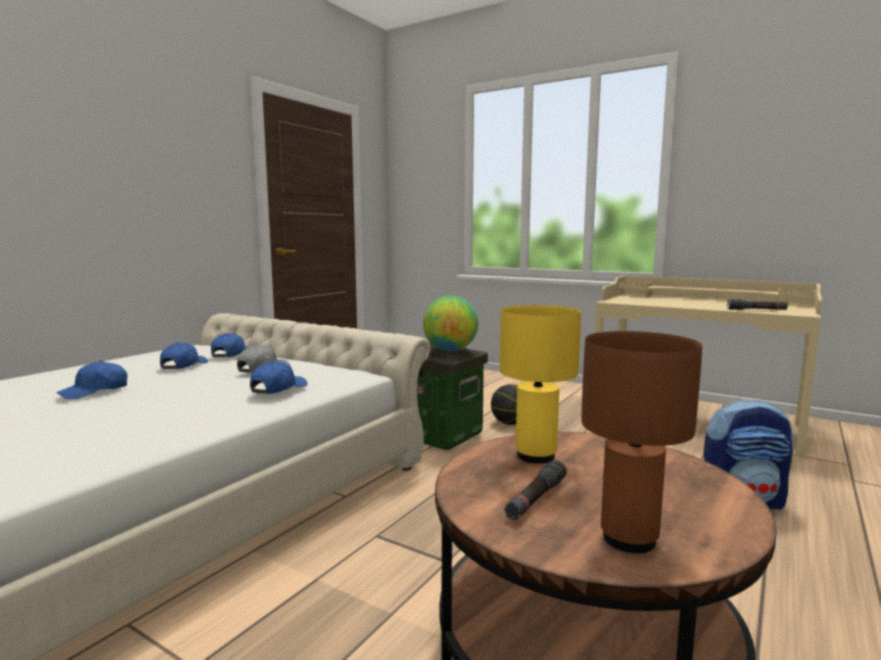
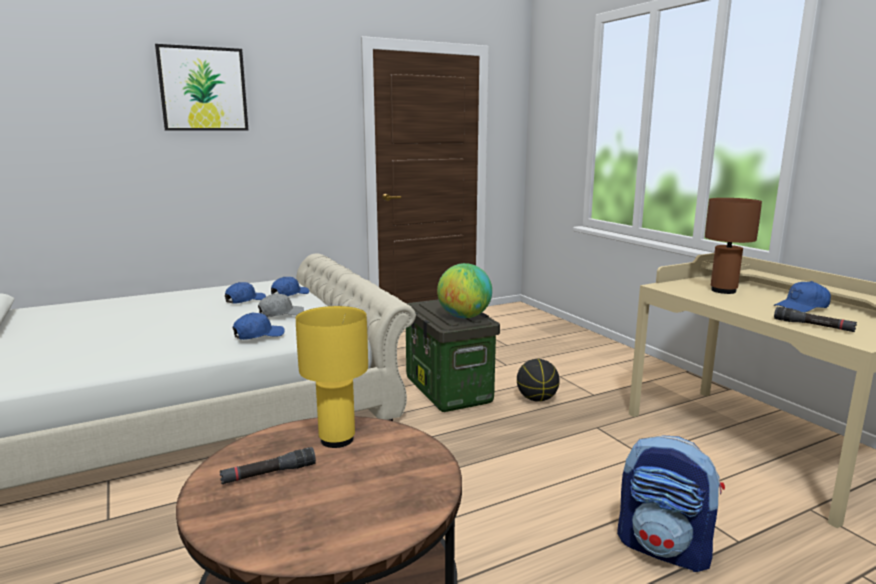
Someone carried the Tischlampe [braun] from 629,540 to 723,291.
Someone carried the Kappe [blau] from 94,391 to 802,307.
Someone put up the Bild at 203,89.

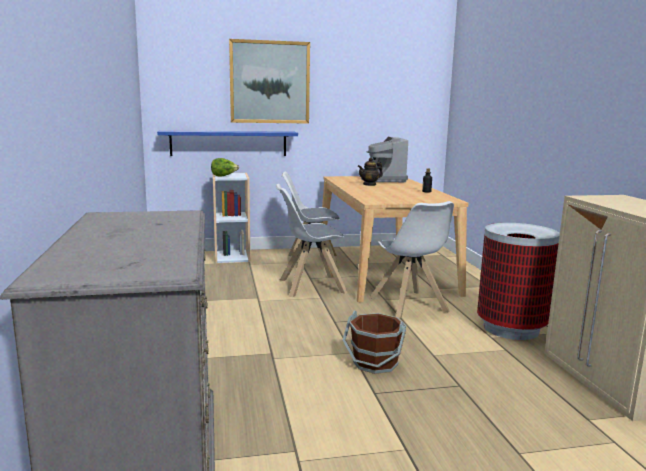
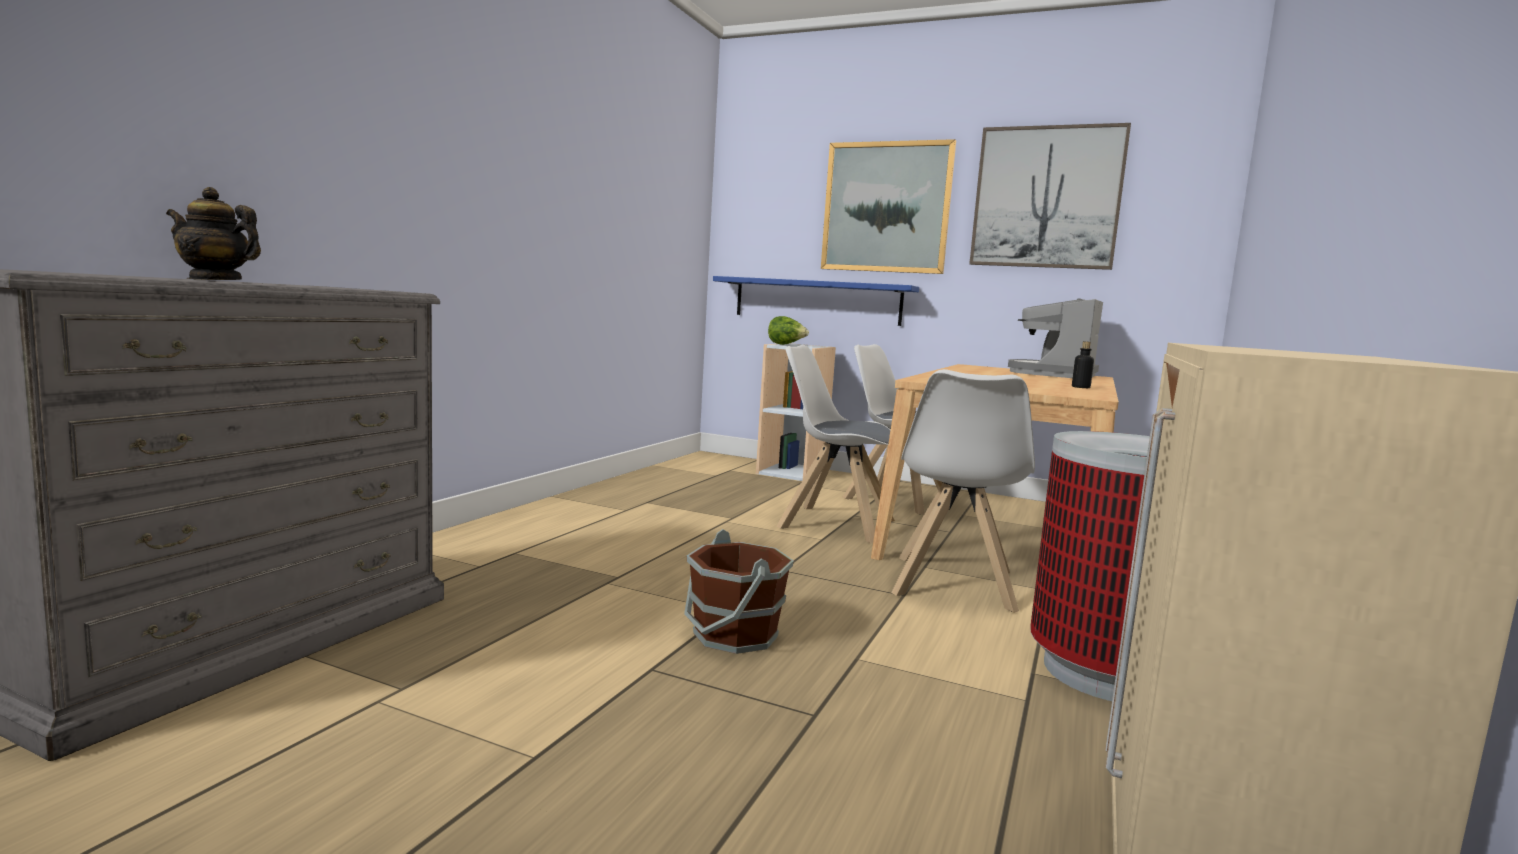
Someone carried the Teekanne from 369,184 to 214,280.
Someone put up the Bild at 1046,197.

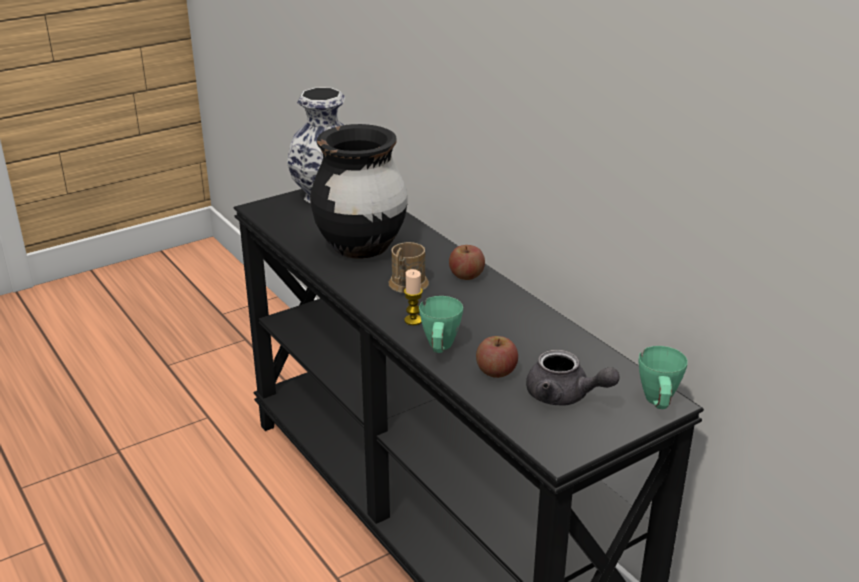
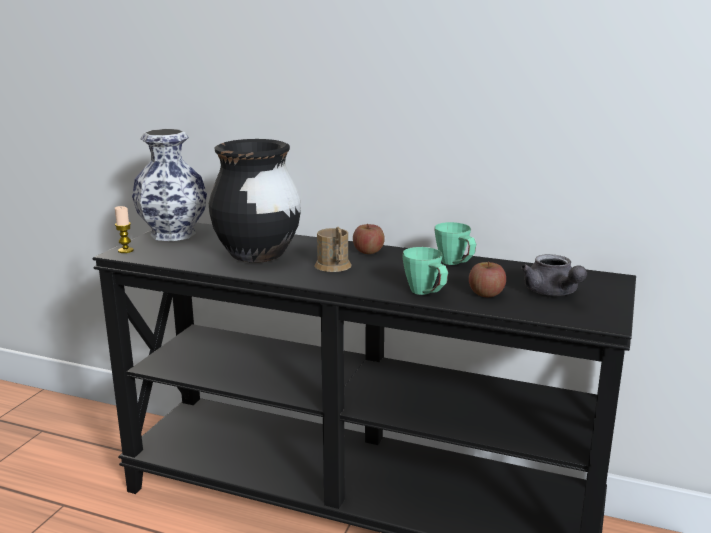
Someone carried the Kerze from 413,320 to 125,250.
Someone carried the Henkelbecher [grün] from 658,405 to 456,264.
Someone rotated the Teekanne [grau] at 565,396 by 75 degrees clockwise.

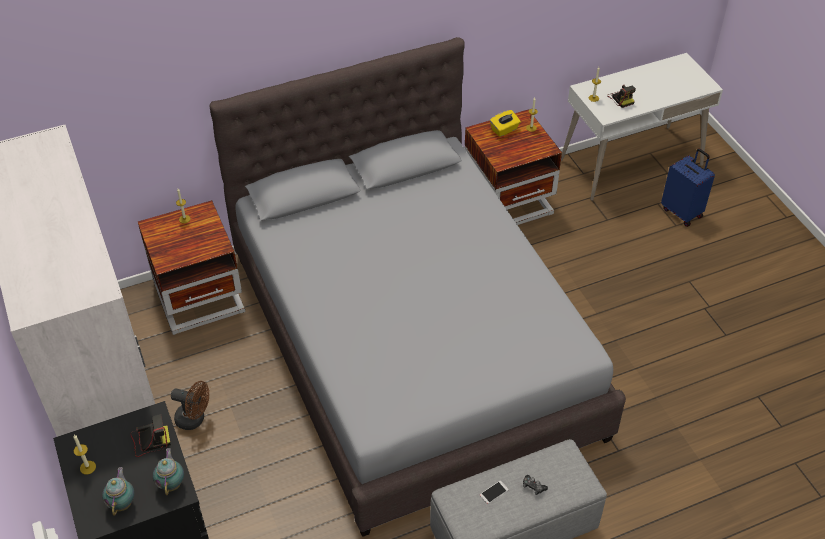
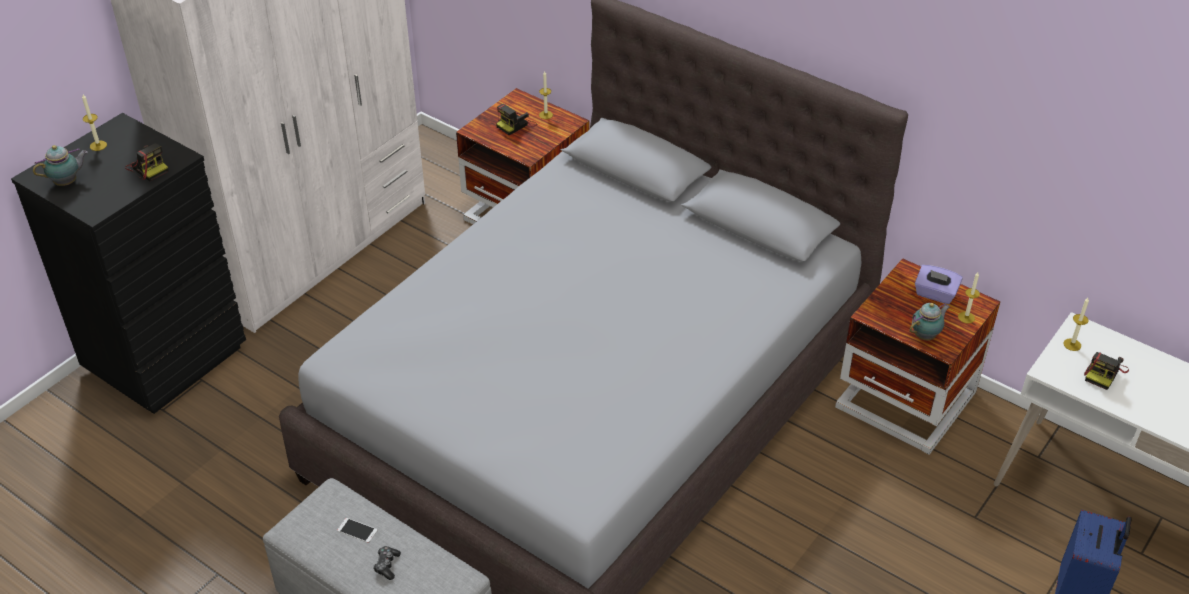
Someone repainted the Taschentuchbox [gelb] at 504,130, which became the Taschentuchbox [lila] at 935,294.
Someone took away the Ventilator [braun] at 194,419.
Someone carried the Teekanne from 172,483 to 926,336.
Someone put down the Kamera at 516,125.

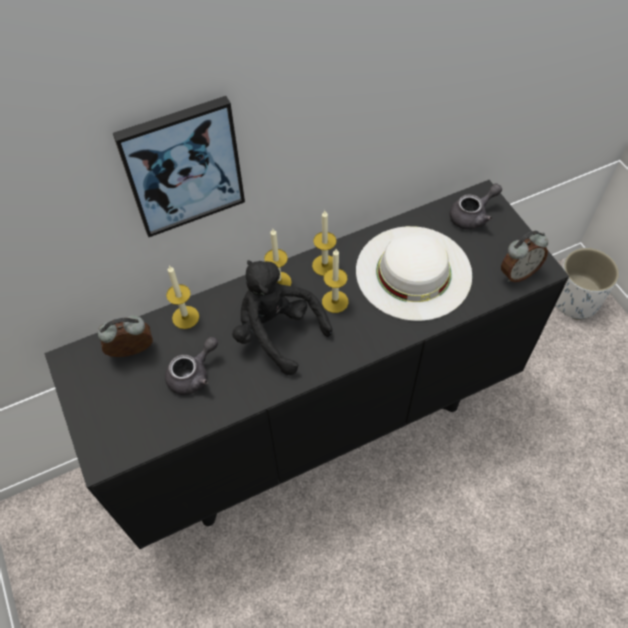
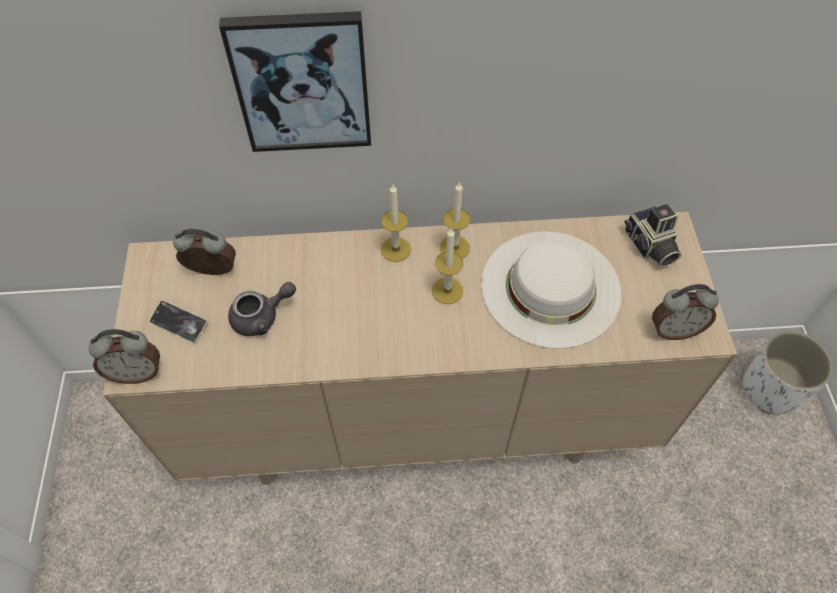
Someone repainted the Kommode [schwarz] at 317,427, which became the Kommode [beige] at 418,424.
Someone swapped the Teekanne [grau] at 472,216 for the Kamera at 649,247.
Someone took away the Plüschtier [schwarz] at 277,332.
Someone took away the Kerze at 185,317.
Someone put down the Handy at 179,323.
Someone put down the Wecker at 137,372.

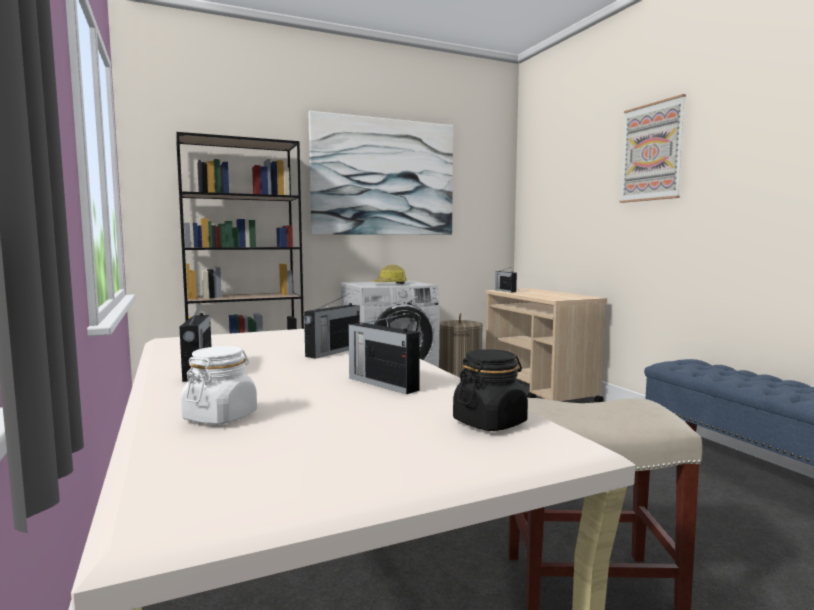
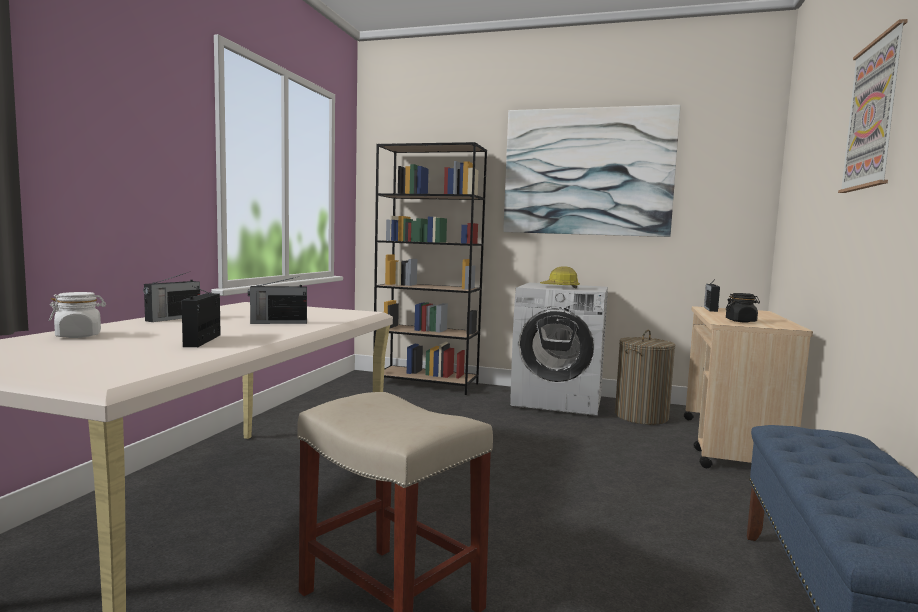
Someone carried the Vorratsglas [schwarz] from 489,422 to 741,321.

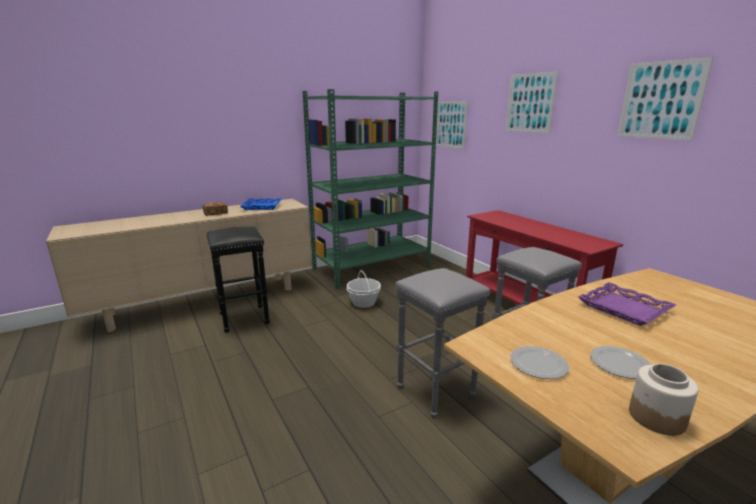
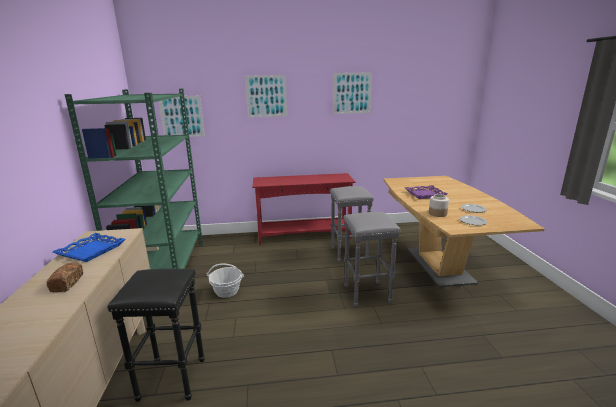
Someone carried the Vorratsglas from 656,417 to 437,213.

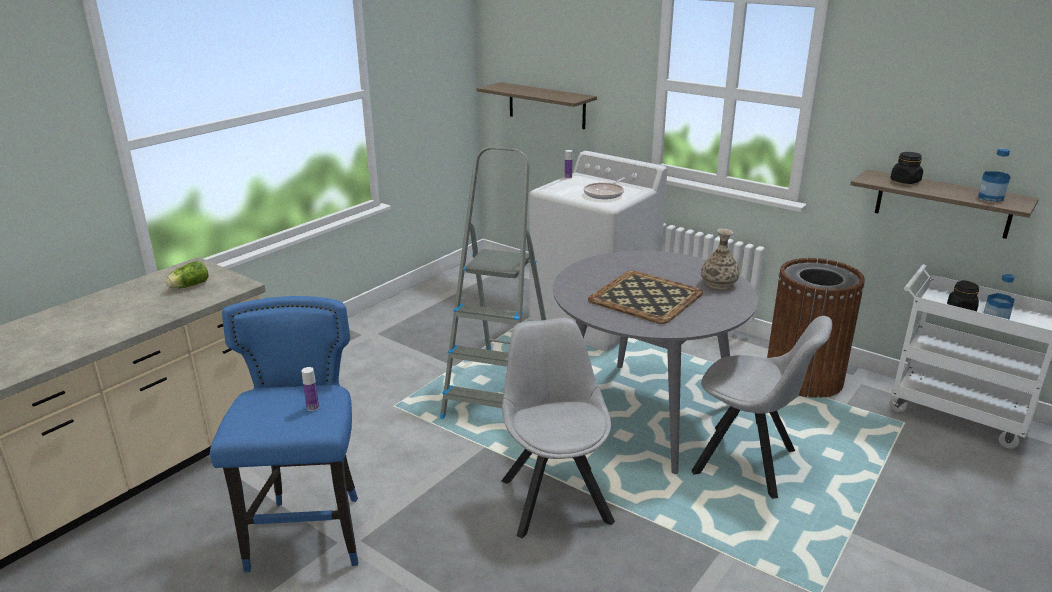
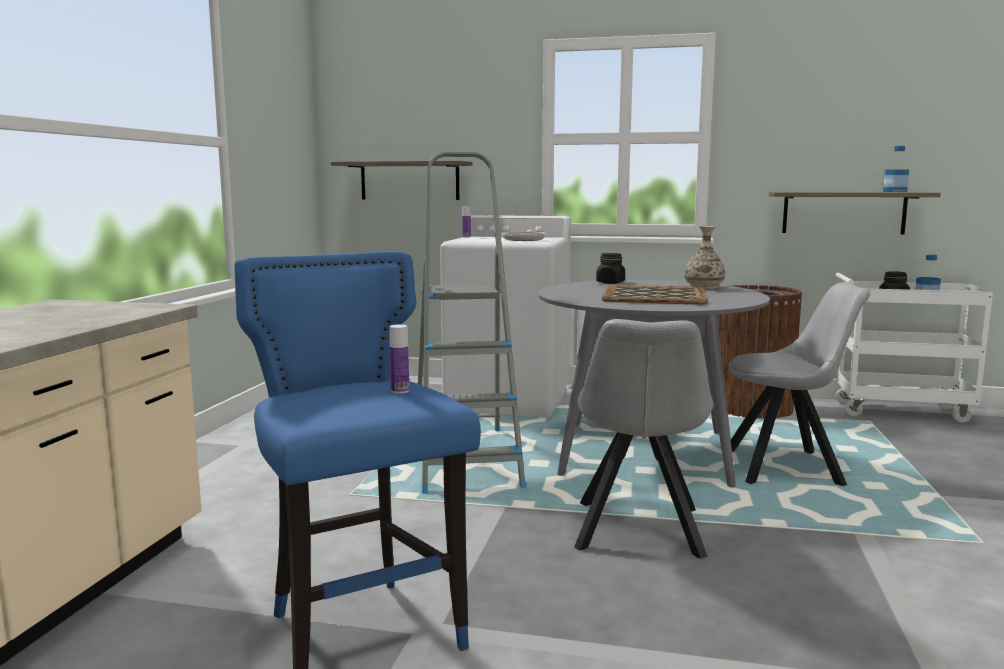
Someone carried the Vorratsglas [schwarz] from 905,181 to 610,282.
Someone took away the Salatkopf at 188,286.
Someone rotated the Stuhl [grau] at 555,498 by 135 degrees counterclockwise.

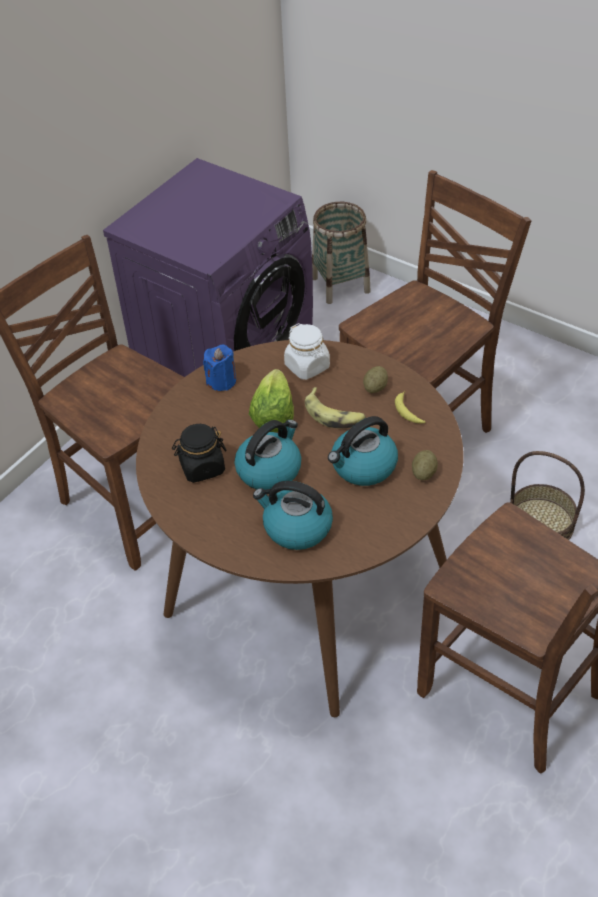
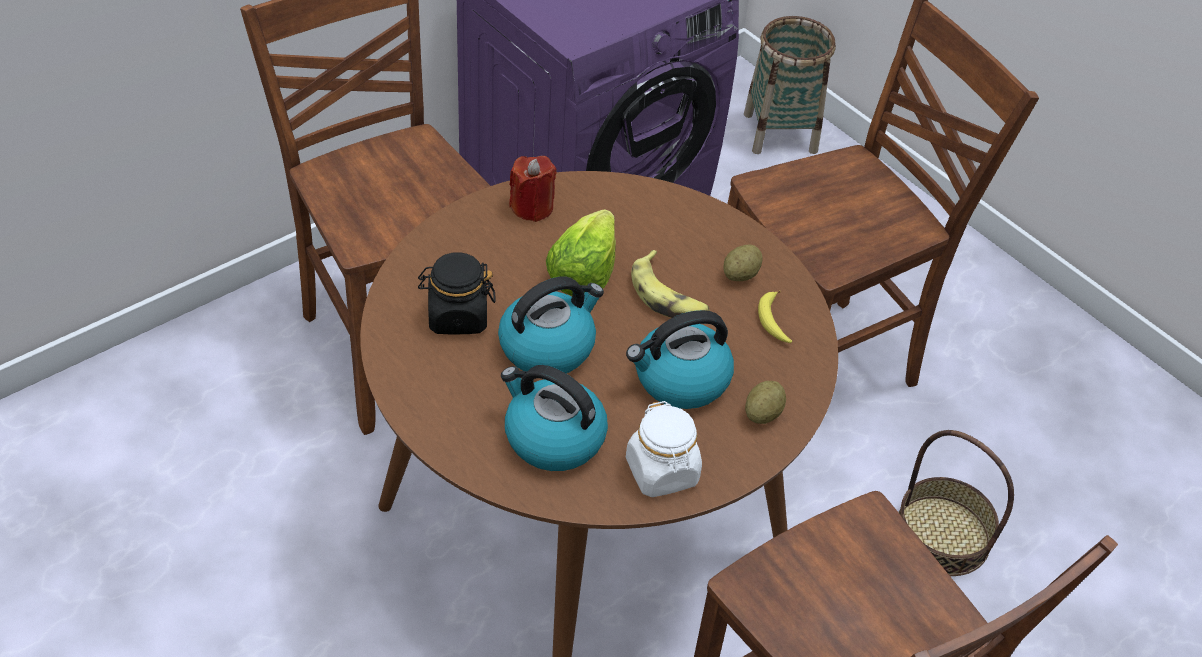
Someone carried the Vorratsglas [weiß] from 307,366 to 662,472.
Someone repainted the Kerze [blau] at 221,381, which became the Kerze [rot] at 532,207.

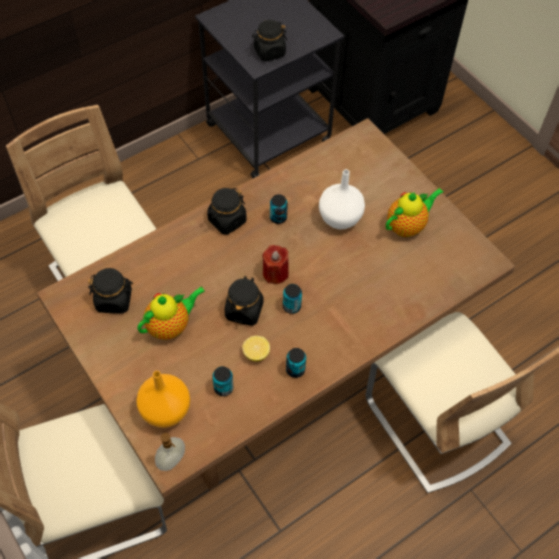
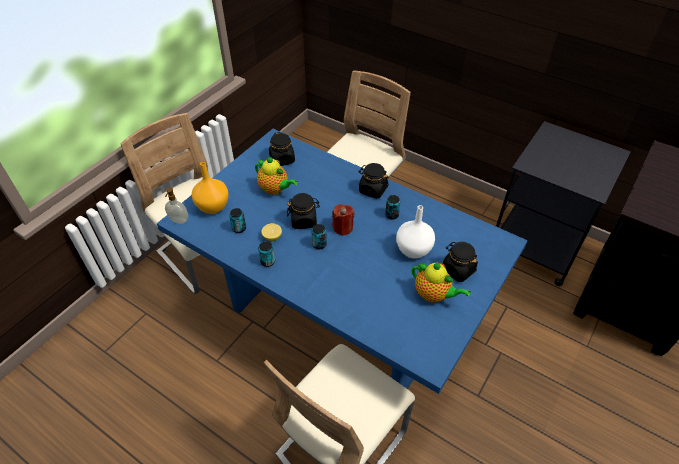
Someone carried the Vorratsglas [schwarz] from 269,52 to 457,270.
Someone repainted the Esstisch [braun] at 276,369, which became the Esstisch [blau] at 338,317.

